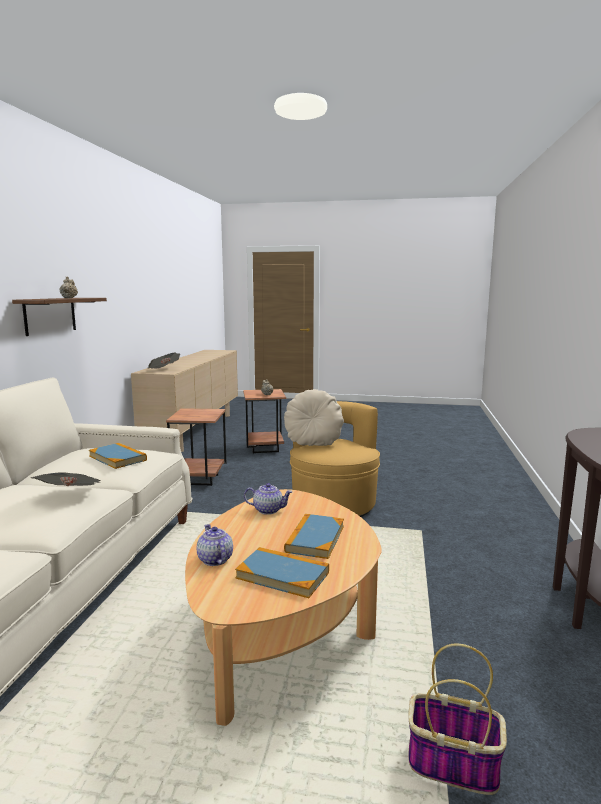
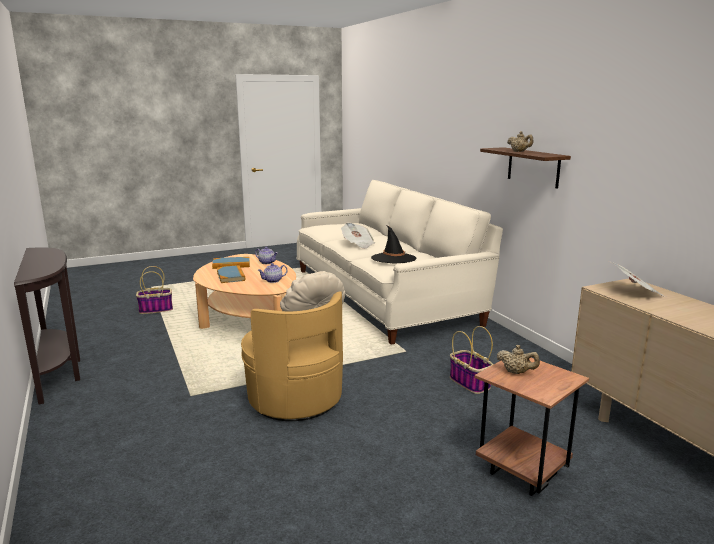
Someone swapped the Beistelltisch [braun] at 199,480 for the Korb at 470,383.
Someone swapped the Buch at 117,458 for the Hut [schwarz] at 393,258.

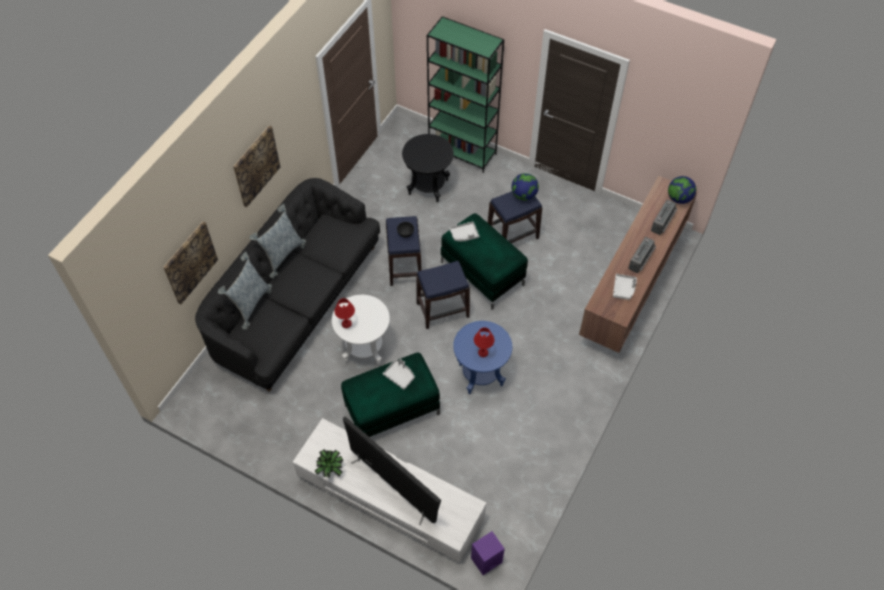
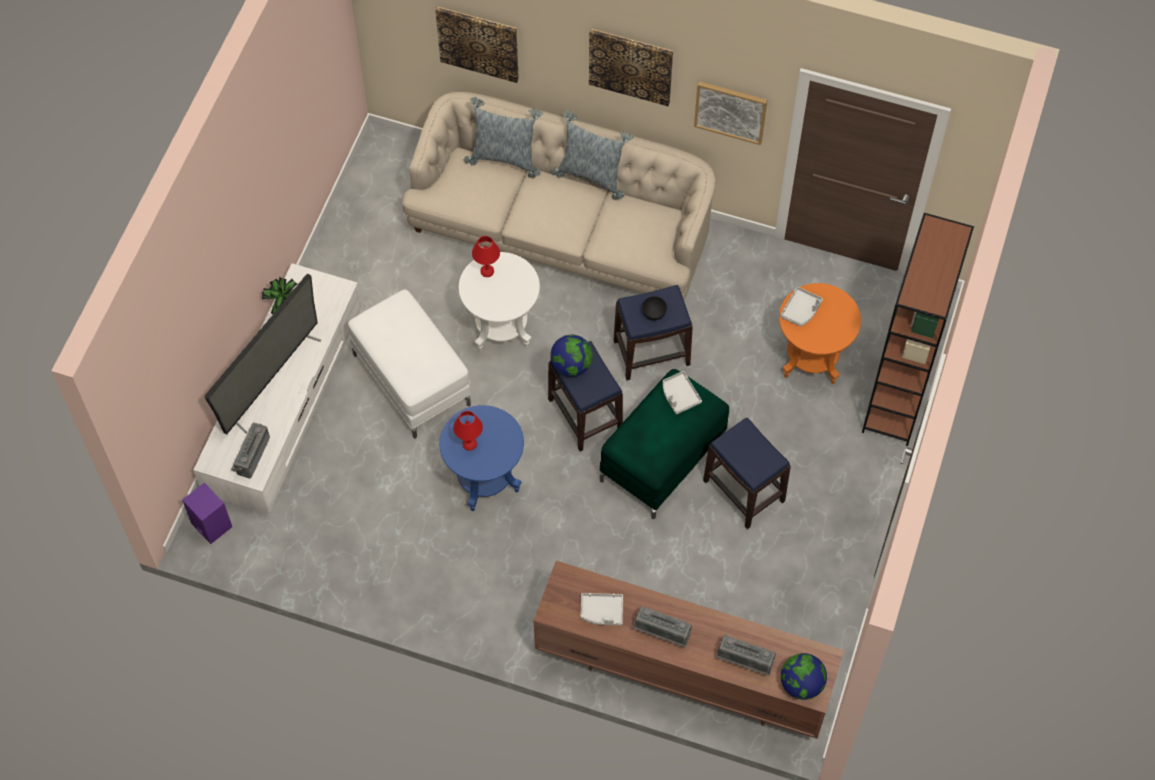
Someone repainted the Bücherregal [grün] at 462,152, which became the Bücherregal [braun] at 898,396.
Someone repainted the Beistelltisch [schwarz] at 428,187, which became the Beistelltisch [orange] at 811,359.
Someone carried the Globus from 524,195 to 571,365.
Someone repainted the Sofa [schwarz] at 296,302, which became the Sofa [beige] at 561,230.
Someone repainted the Polsterhocker [grün] at 392,409, which became the Polsterhocker [weiß] at 412,379.
Someone carried the Tablett [grau] from 400,376 to 801,310.
Someone put up the Bild at 730,111.
Someone put down the Radio at 250,455.

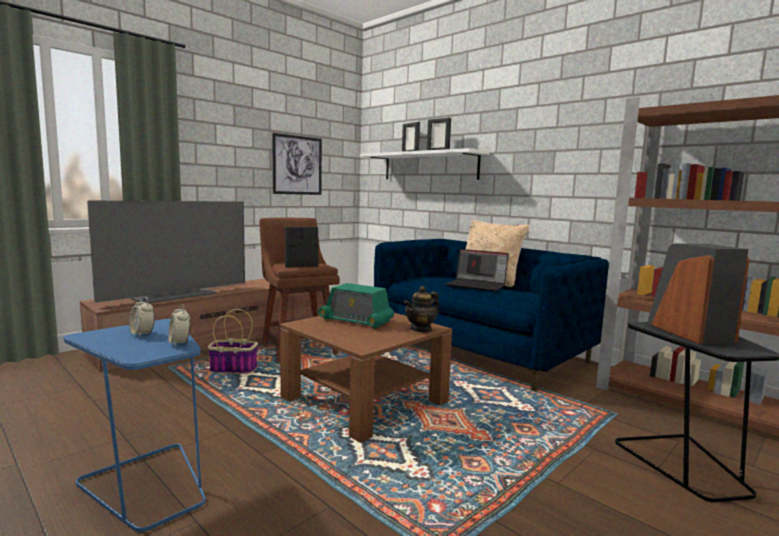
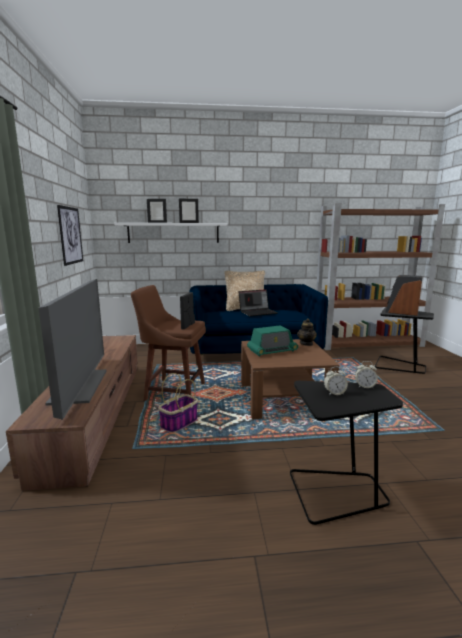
Someone repainted the Beistelltisch [blau] at 149,486, which became the Beistelltisch [schwarz] at 337,493.

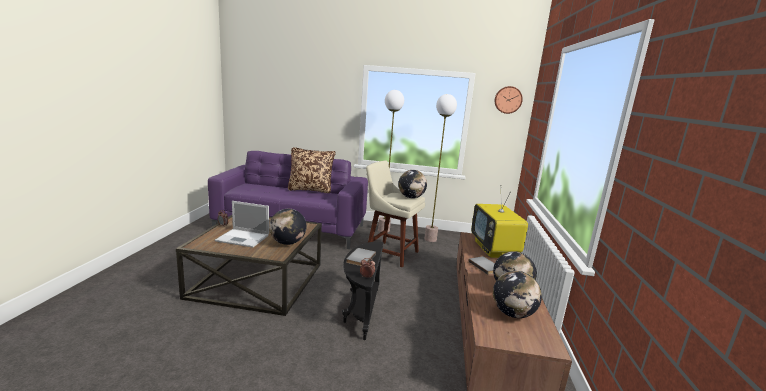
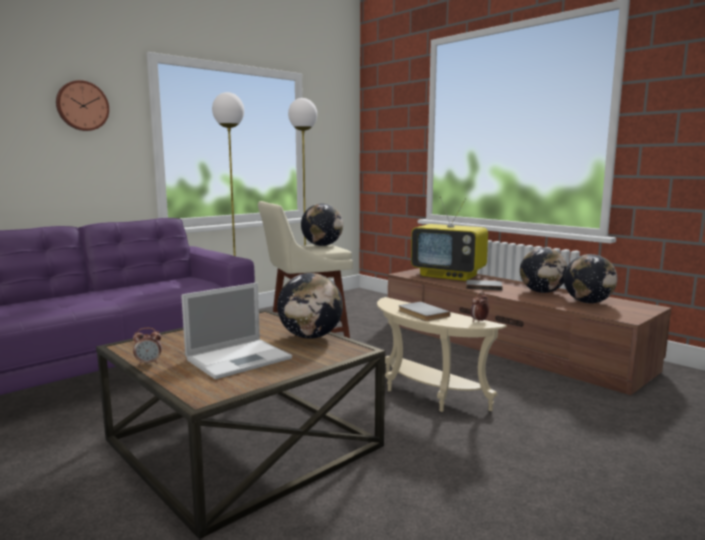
Someone carried the Wanduhr from 508,100 to 82,106.
Someone took away the Kissen [braun] at 310,191.
Someone repainted the Beistelltisch [schwarz] at 361,311, which became the Beistelltisch [beige] at 425,394.

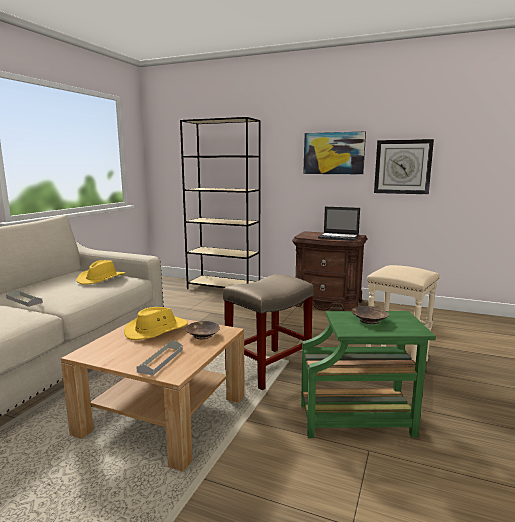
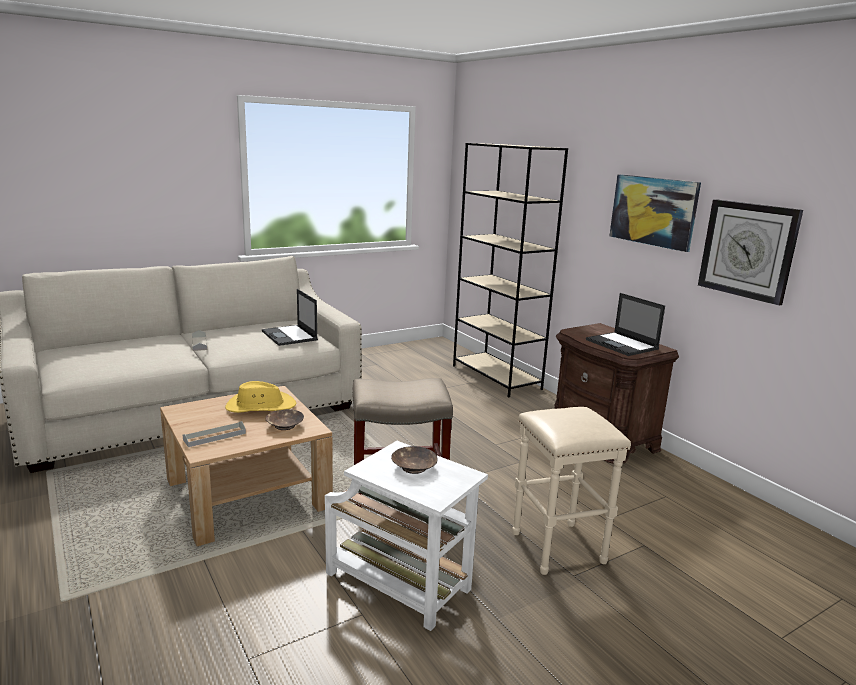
Someone swapped the Hut [gelb] at 101,279 for the Laptop at 290,336.
Someone repainted the Beistelltisch [grün] at 359,420, which became the Beistelltisch [weiß] at 401,584.

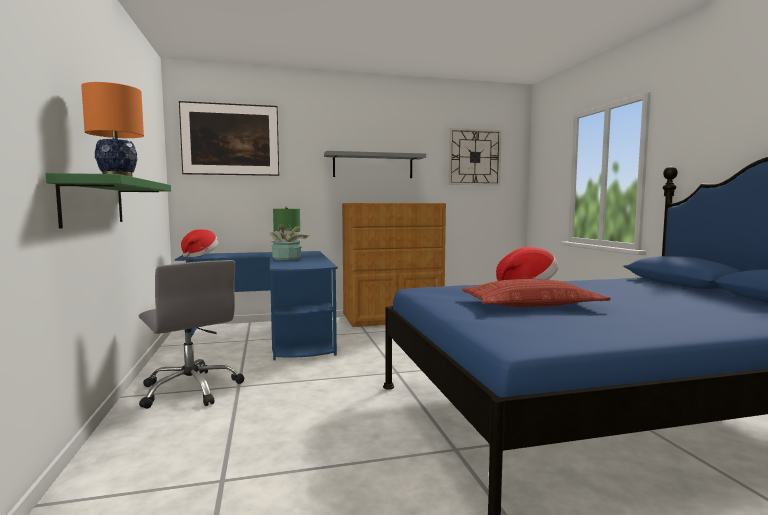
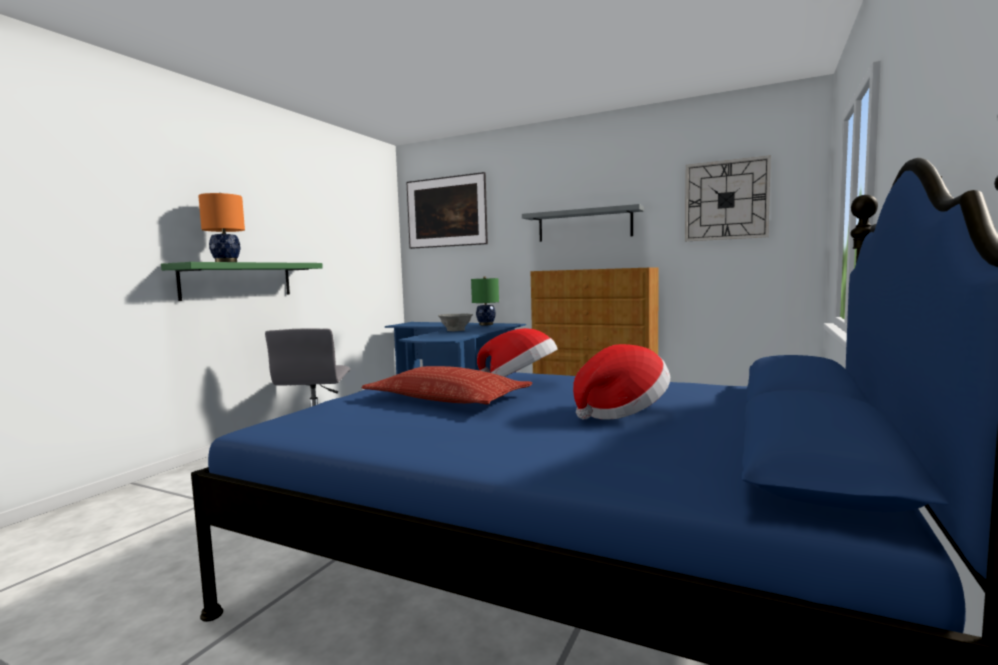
Someone swapped the Topfpflanze at 286,259 for the Schüssel [grau] at 456,330.
Someone carried the Hut from 199,255 to 621,412.

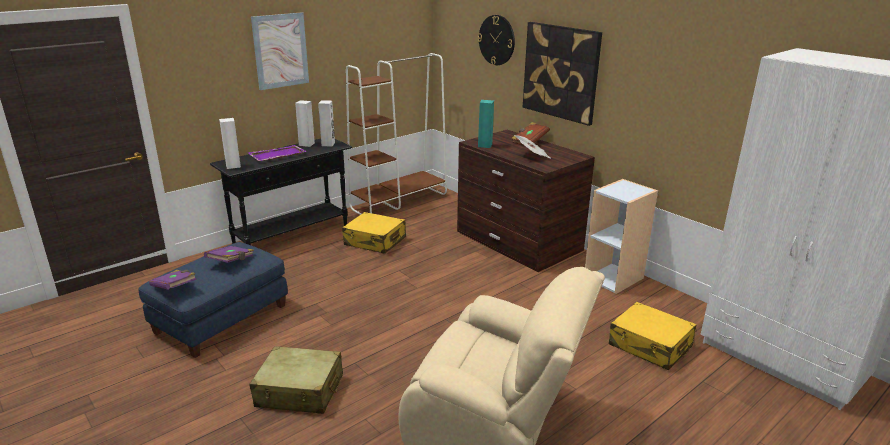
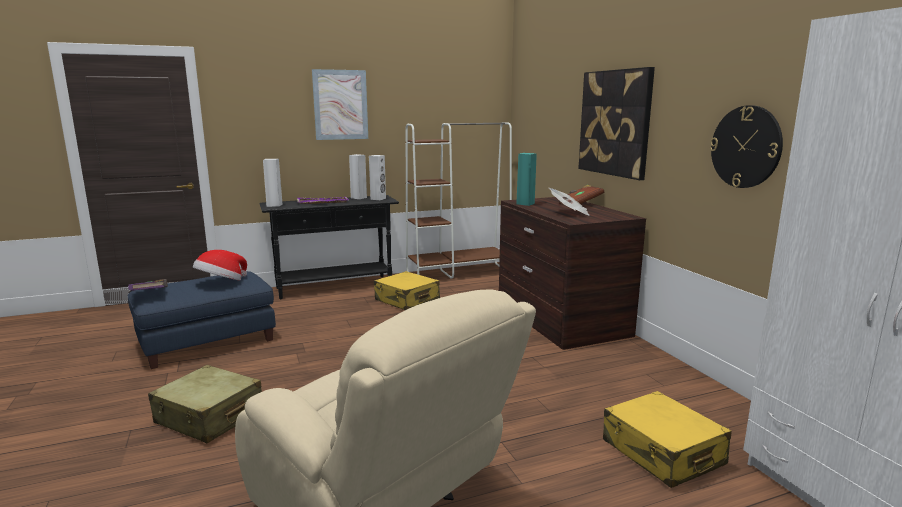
Someone carried the Wanduhr from 497,40 to 746,147.
Someone took away the Bücherregal at 614,278.
Someone swapped the Buch [lila] at 231,262 for the Hut at 221,283.

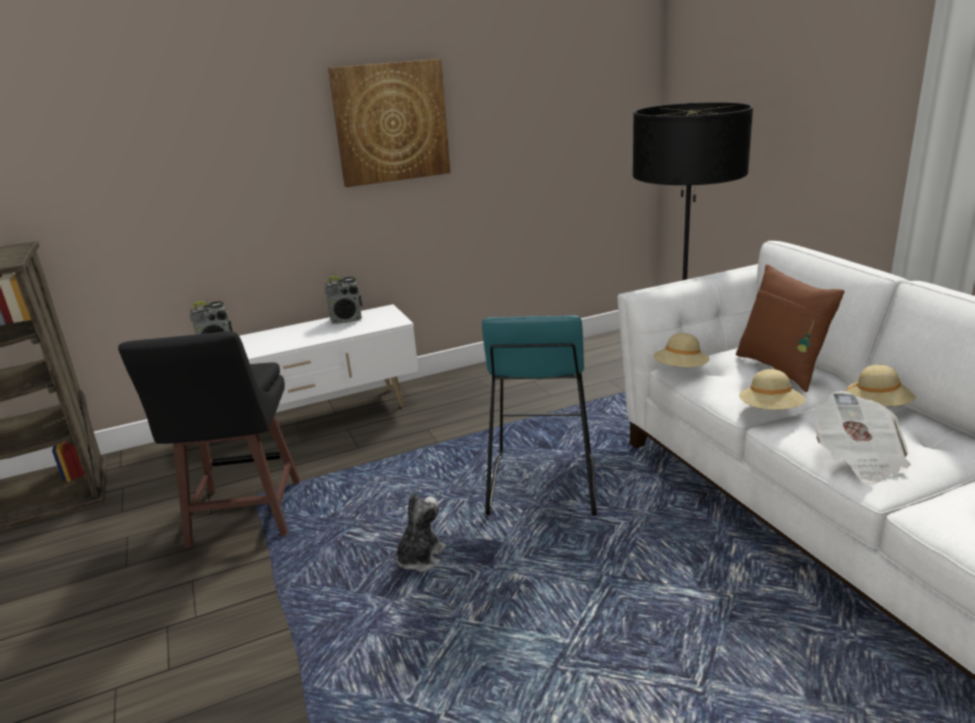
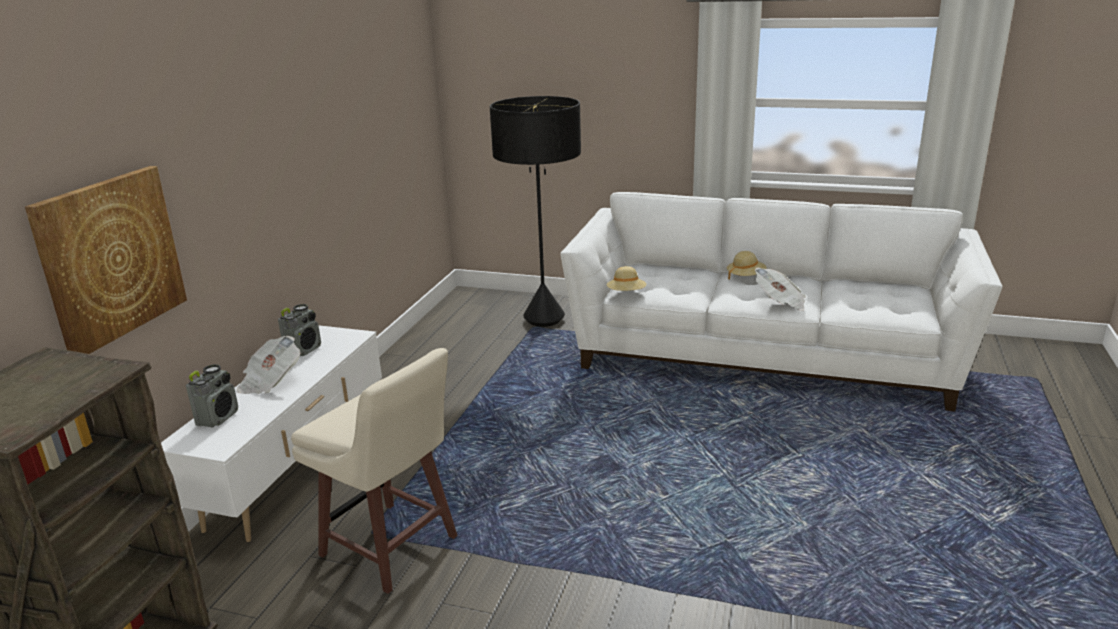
Someone carried the Bild from 391,122 to 111,258.
Someone took away the Kissen [braun] at 780,369.
Someone took away the Hocker [türkis] at 541,486.
Someone repainted the Hocker [schwarz] at 244,515, which became the Hocker [beige] at 391,548.
Someone took away the Hut [beige] at 770,411.
Someone took away the Plüschtier at 420,558.
Someone put down the Zeitung at 270,381.

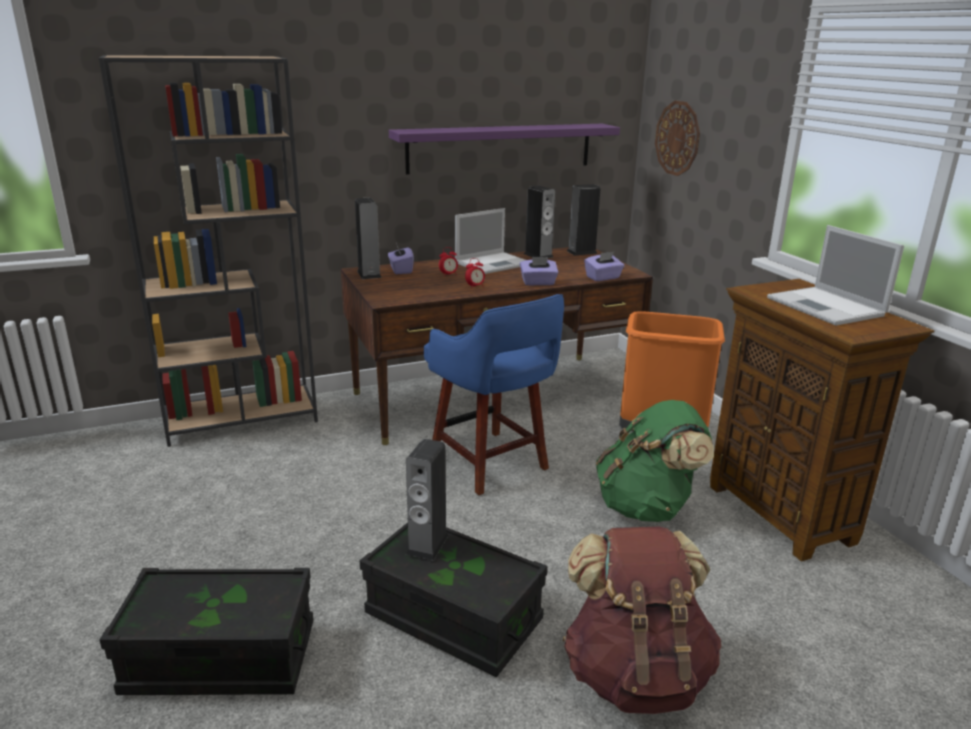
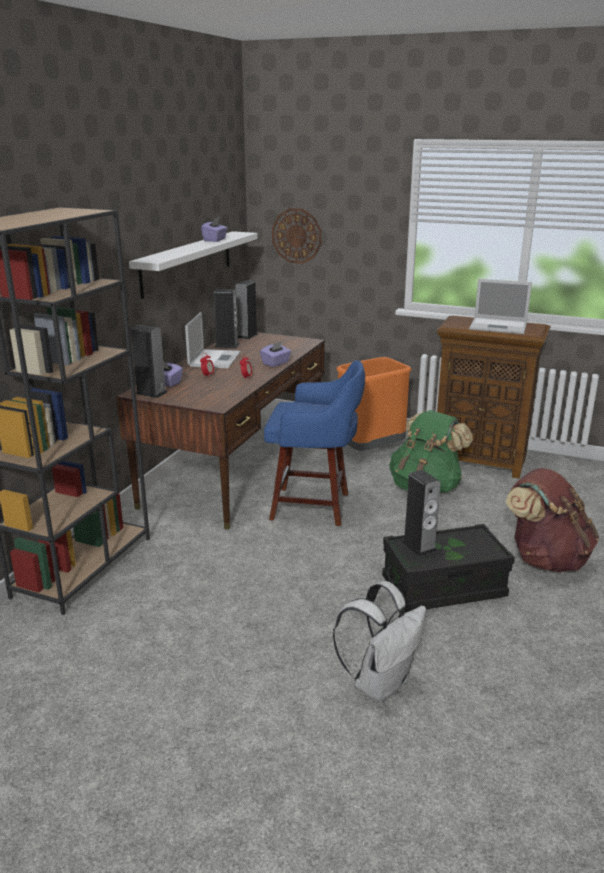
Someone repainted the Wandregal [lila] at 500,148, which became the Wandregal [weiß] at 187,262.
Someone carried the Taschentuchbox [lila] from 603,278 to 215,240.
Someone swapped the Aufbewahrungsbox [schwarz] at 221,659 for the Rucksack [weiß] at 380,683.

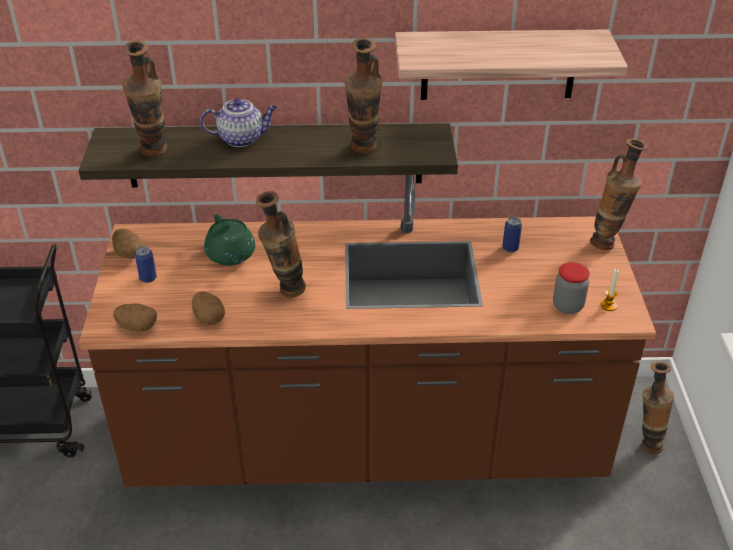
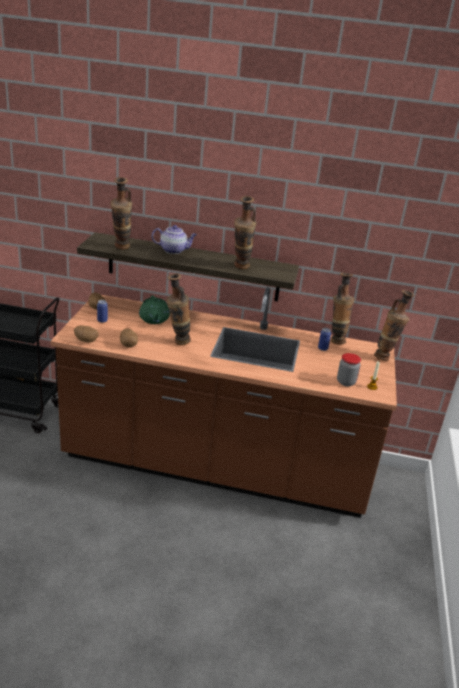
Someone took away the Wandregal at 498,64.
Someone carried the Vase from 647,442 to 336,340.

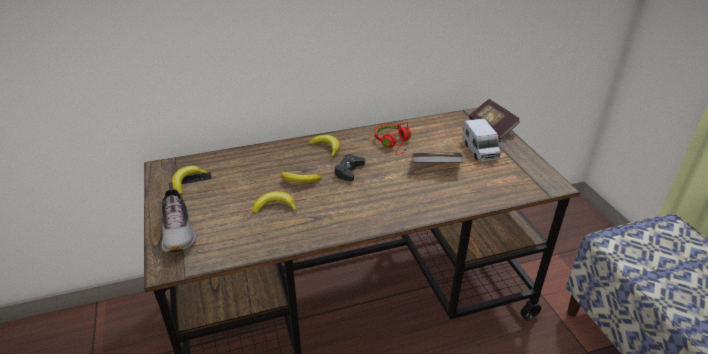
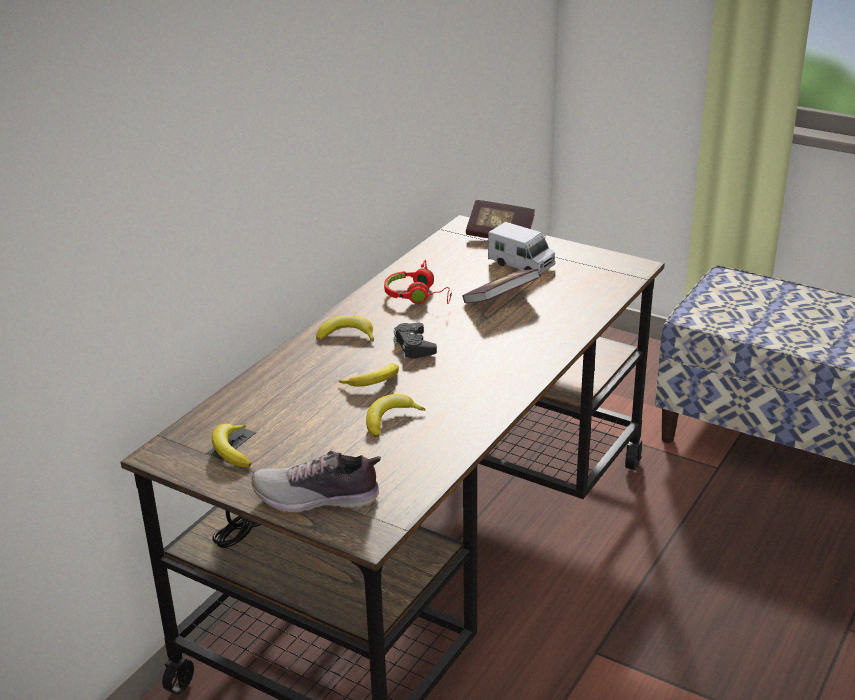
Someone rotated the Schuh at 179,231 by 150 degrees clockwise.

